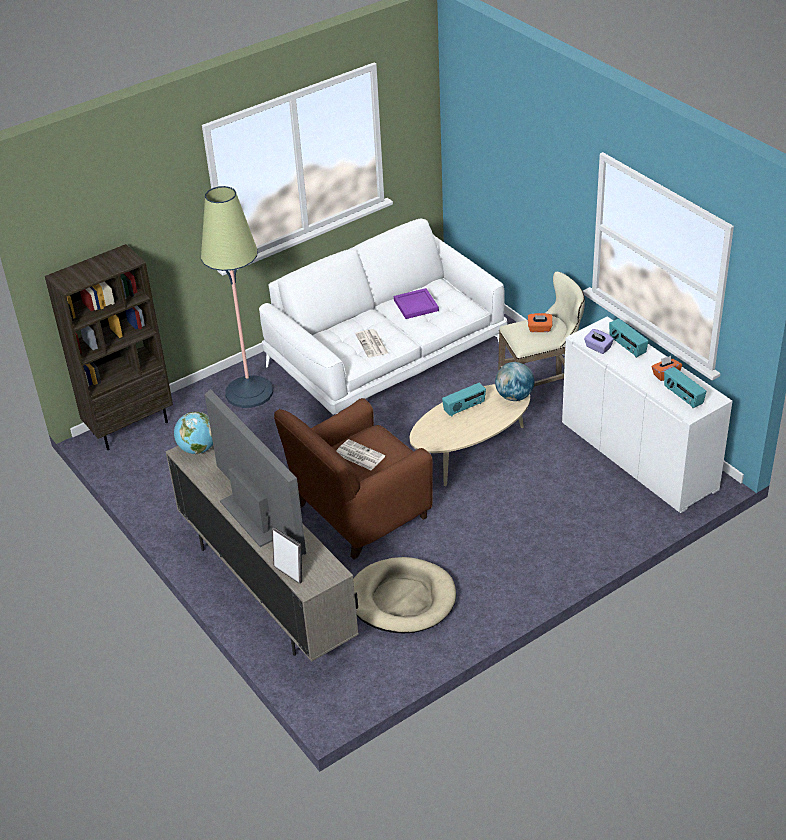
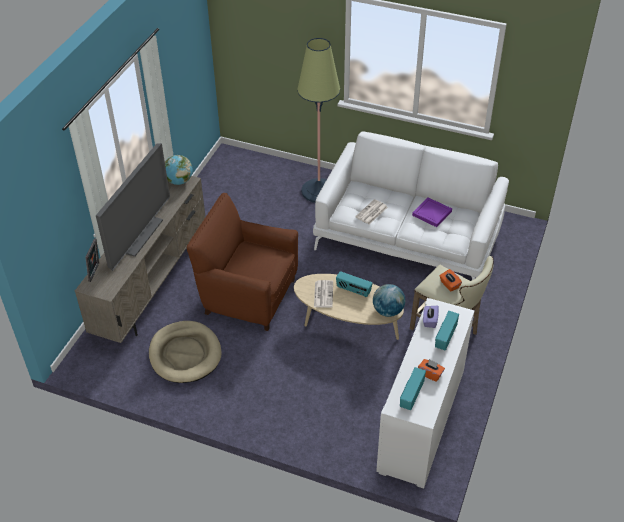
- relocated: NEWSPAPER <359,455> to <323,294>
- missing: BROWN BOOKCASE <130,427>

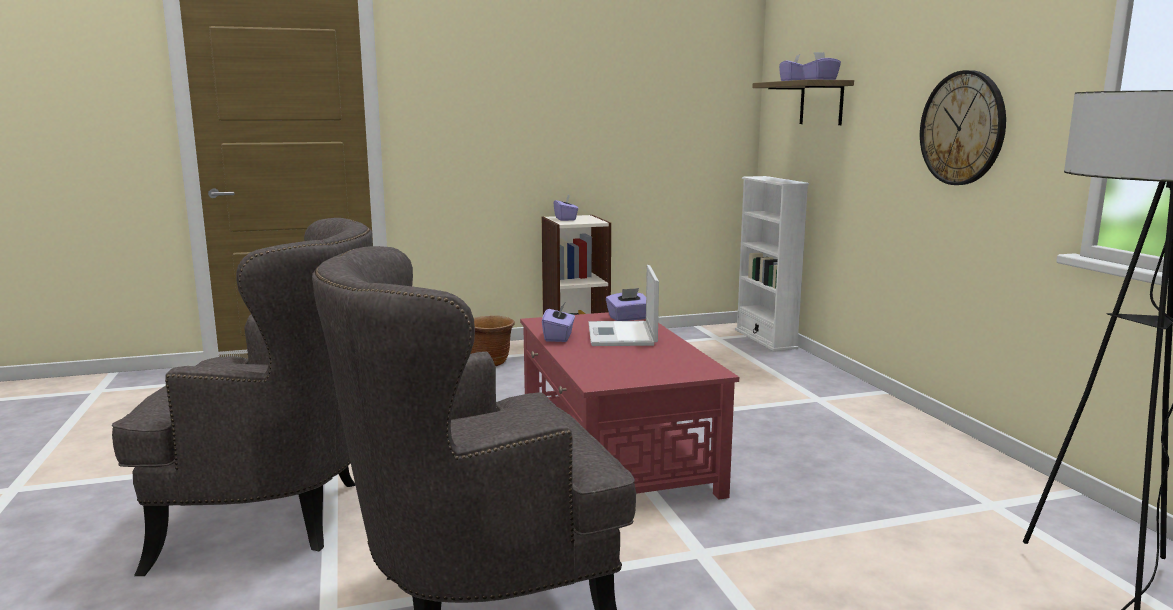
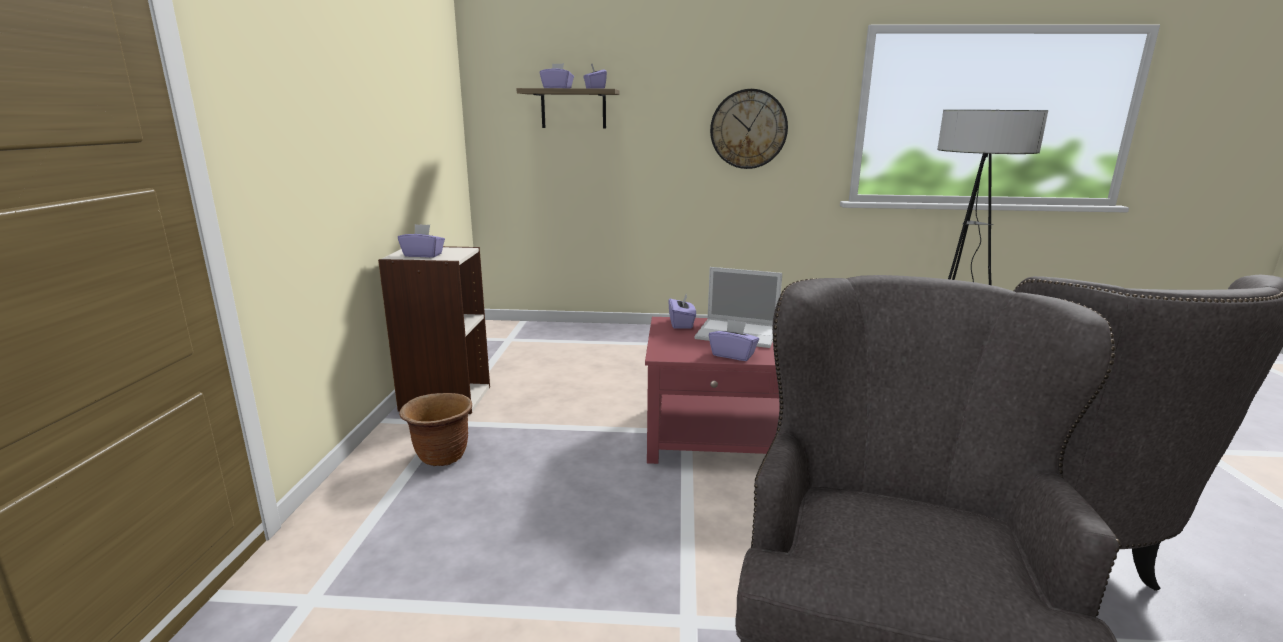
- missing: WHITE BOOKCASE <765,339>

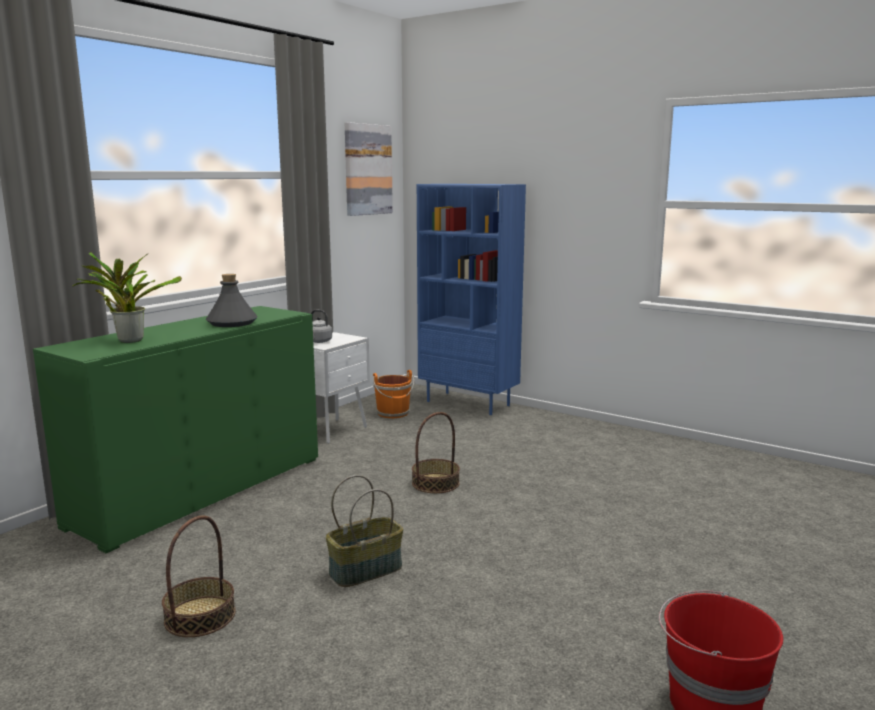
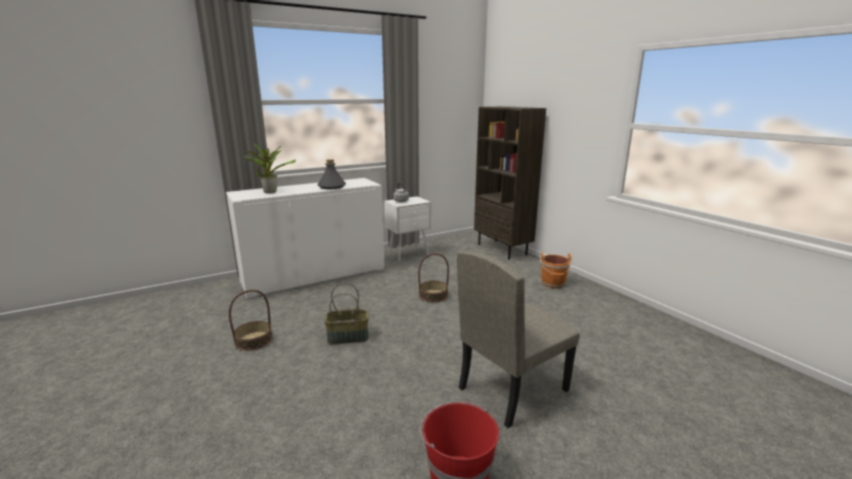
- colour: GREEN CABINET <201,491> to WHITE CABINET <314,276>
- appeared: BEIGE CHAIR <512,388>
- colour: BLUE BOOKCASE <469,403> to BROWN BOOKCASE <502,249>
- relocated: ORANGE BUCKET <393,413> to <553,284>
- missing: PICTURE <367,170>

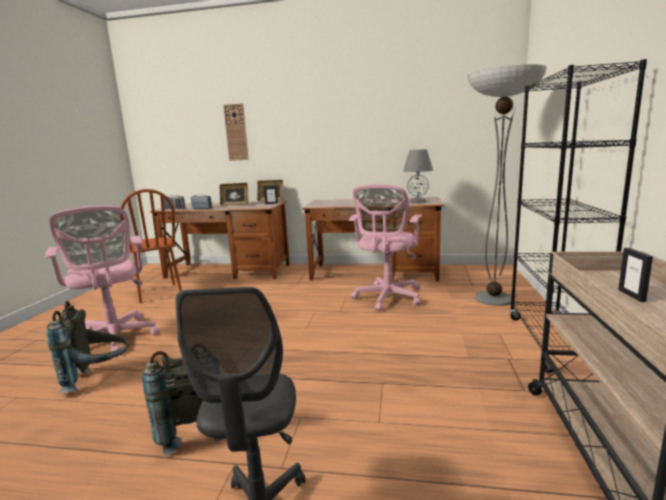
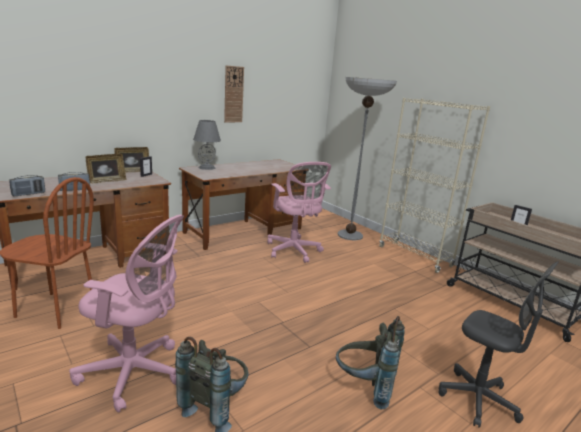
- relocated: GREY TABLE LAMP <417,201> to <206,167>
- relocated: WALL CLOCK <236,132> to <233,94>
- colour: BLACK BOOKCASE <551,343> to BEIGE BOOKCASE <415,256>

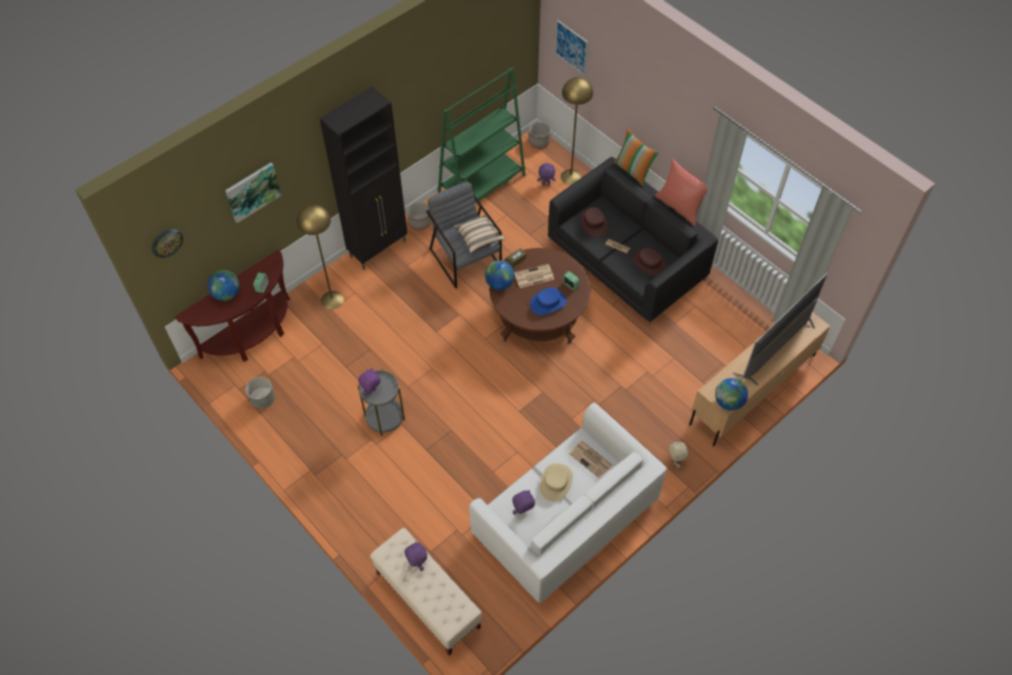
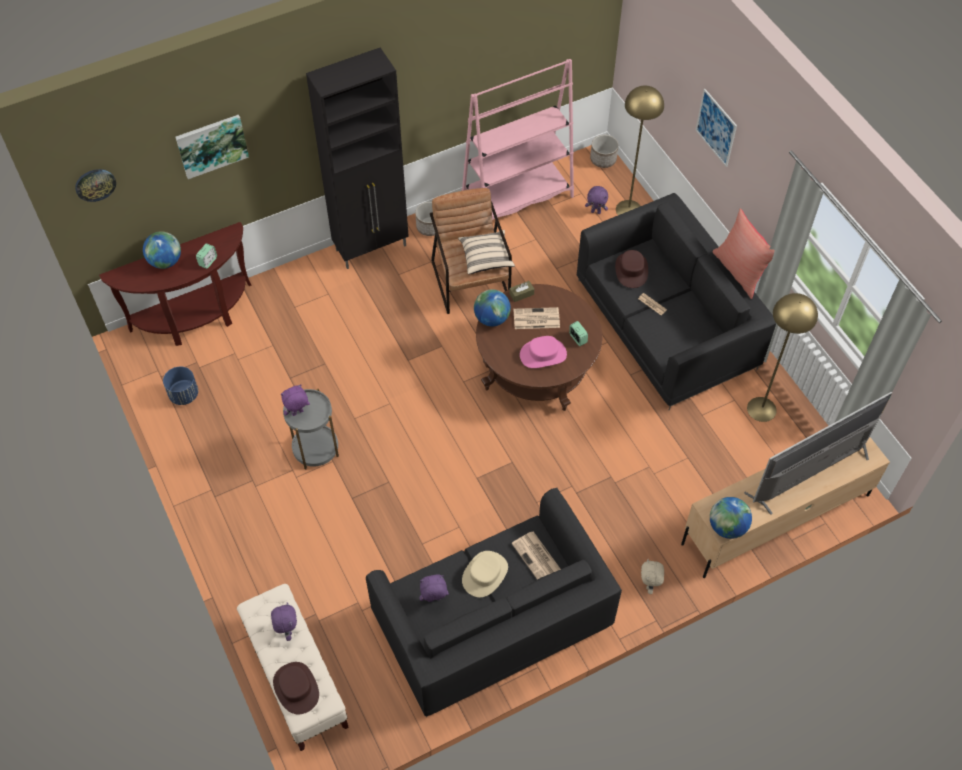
- colour: GREY PLANTER <263,399> to BLUE PLANTER <184,394>
- relocated: BROWN HAT <649,263> to <296,688>
- colour: WHITE SOFA <565,518> to BLACK SOFA <492,621>
- colour: GREY ARMCHAIR <465,258> to BROWN ARMCHAIR <470,280>
- colour: GREEN BOOKCASE <482,185> to PINK BOOKCASE <517,198>
- colour: BLUE HAT <548,303> to PINK HAT <543,354>
- relocated: PICTURE <571,47> to <716,127>
- relocated: YELLOW FLOOR LAMP <332,300> to <762,409>
- missing: PILLOW <633,171>

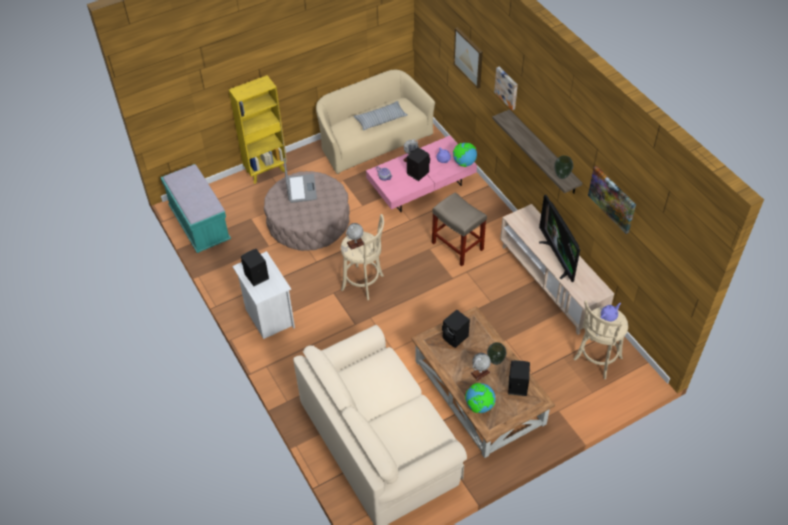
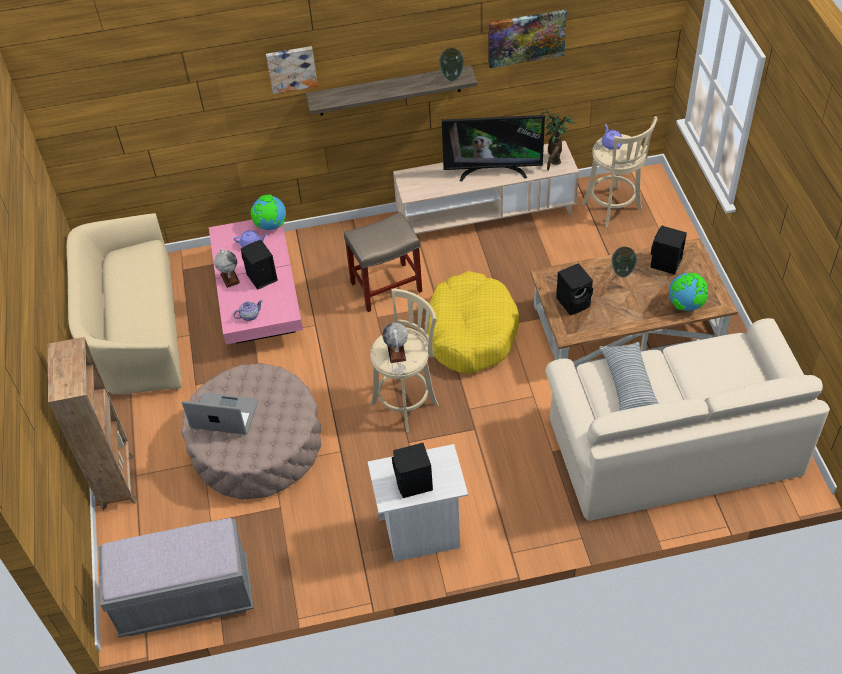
- colour: YELLOW BOOKCASE <266,171> to BROWN BOOKCASE <118,480>
- colour: TURQUOISE BENCH <200,225> to GREY BENCH <185,599>
- appeared: YELLOW DOG BED <471,332>
- appeared: POTTED PLANT <554,160>
- relocated: PILLOW <380,120> to <628,383>
- missing: PICTURE <469,57>
- missing: GLOBE <480,373>

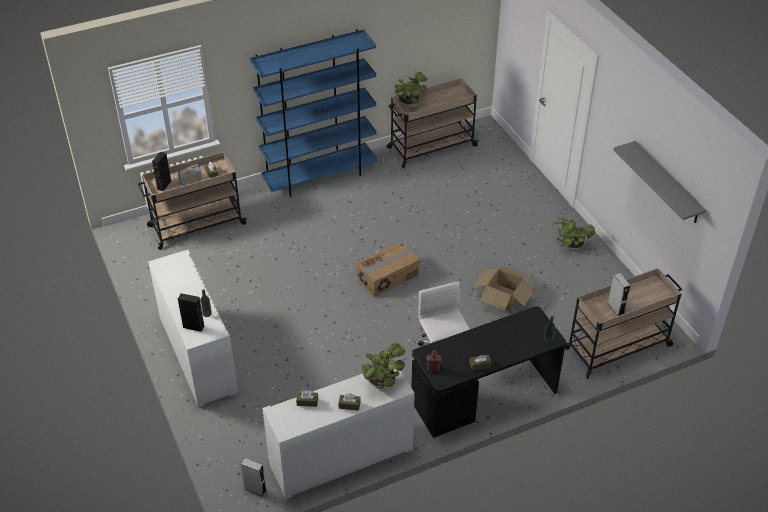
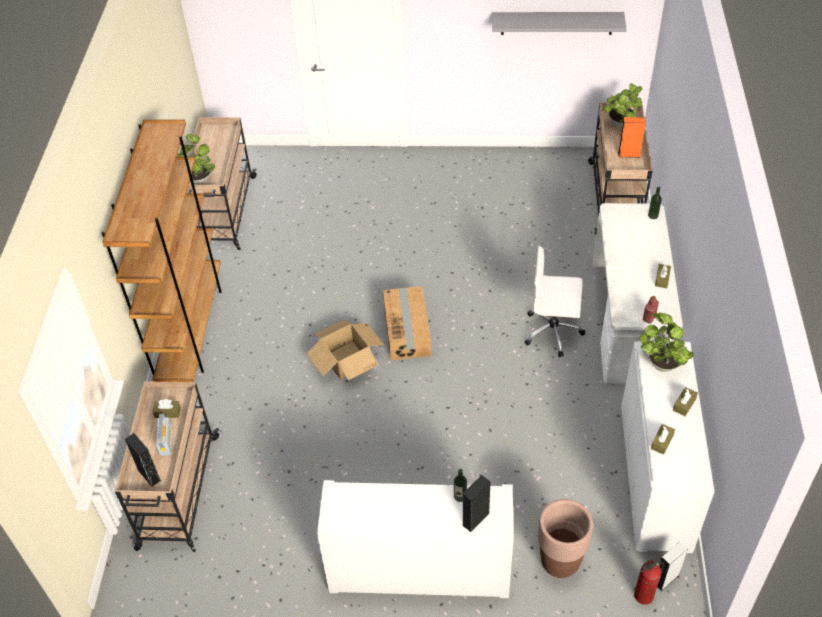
- colour: BLUE BOOKCASE <320,176> to BROWN BOOKCASE <191,330>
- relocated: CARDBOARD BOX <503,297> to <347,360>
- appeared: BROWN PLANTER <559,562>
- colour: BLACK DESK <484,397> to WHITE DESK <628,321>
- relocated: POTTED PLANT <570,247> to <619,124>
- colour: GREY SPEAKER <615,308> to ORANGE SPEAKER <629,154>
- appeared: FIRE EXTINGUISHER <643,596>

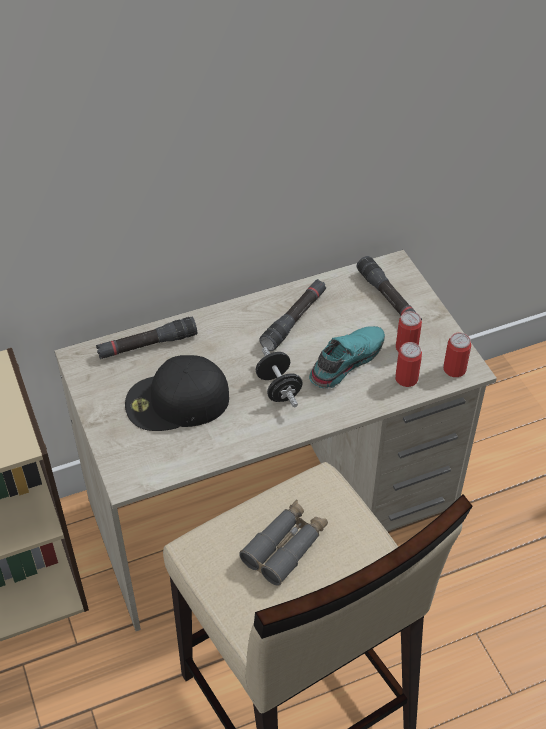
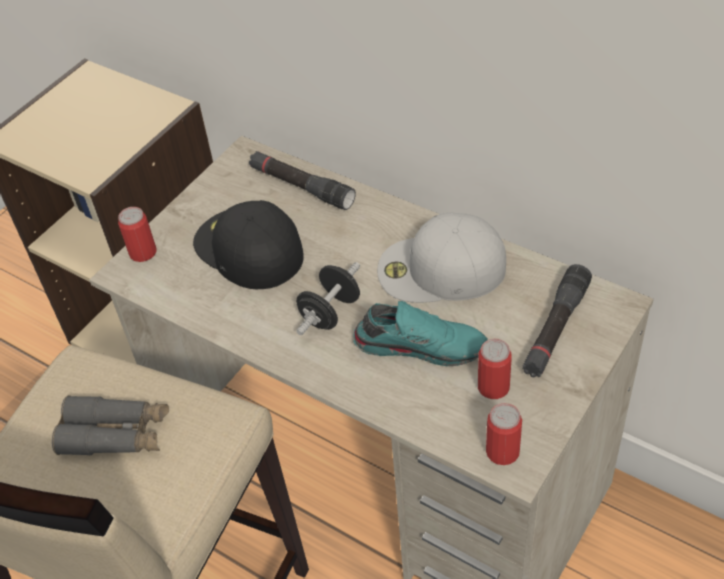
- relocated: CAN <406,379> to <143,252>
- exchanged: BLACK FLASHLIGHT <294,320> to WHITE CAP <440,269>

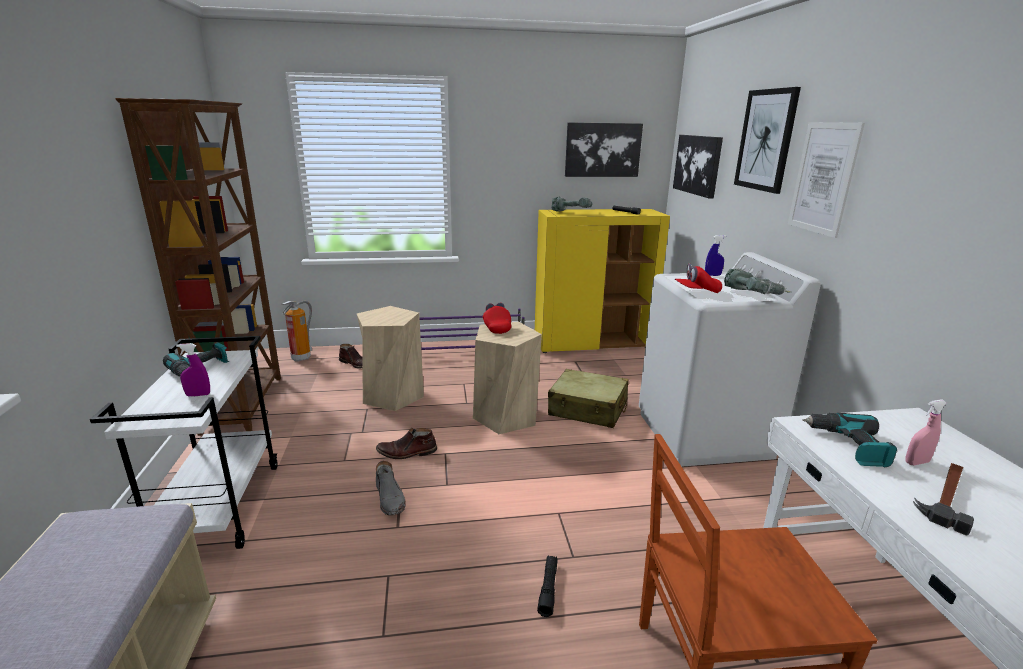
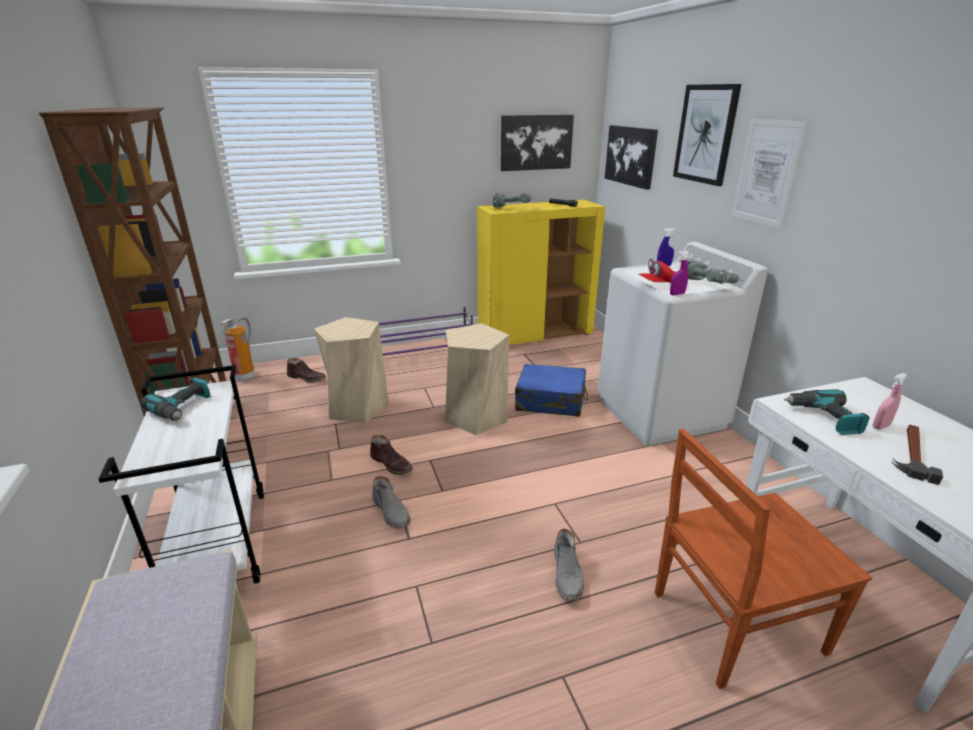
- spun: BROWN BOOT <407,452> = <392,464> 120 degrees counterclockwise
- colour: BEIGE SUITCASE <588,409> to BLUE SUITCASE <551,401>
- exchanged: BLACK FLASHLIGHT <548,589> to GREY BOOT <567,574>
- relocated: PURPLE SPRAY BOTTLE <198,395> to <677,294>
- missing: RED CAP <496,327>

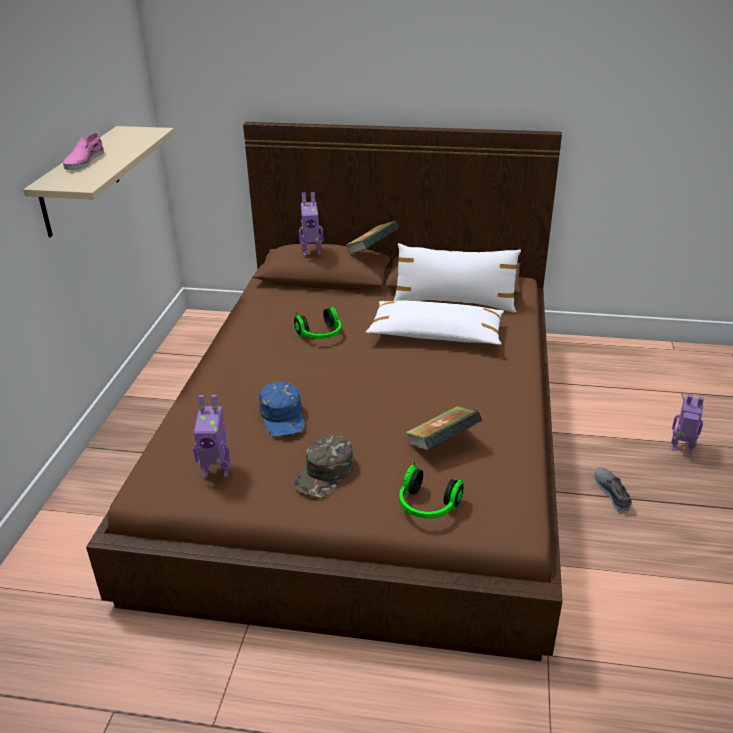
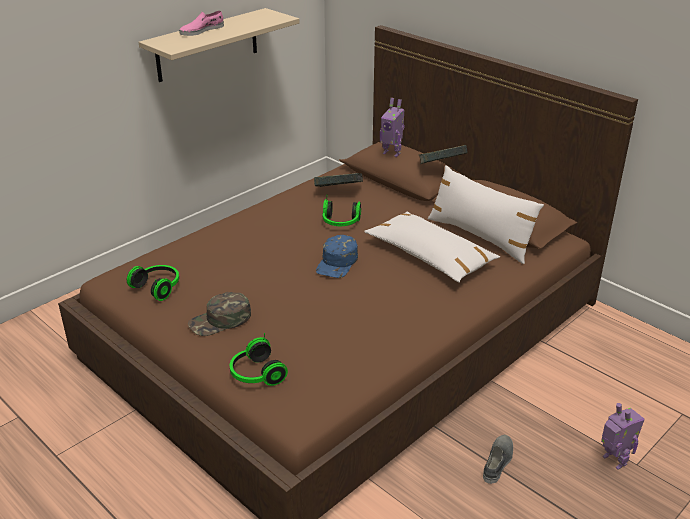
- exchanged: TOY ROBOT <217,471> to HEADPHONES <158,287>
- relocated: BOOK <442,444> to <338,192>
- relocated: BLUE CAP <283,416> to <337,263>

